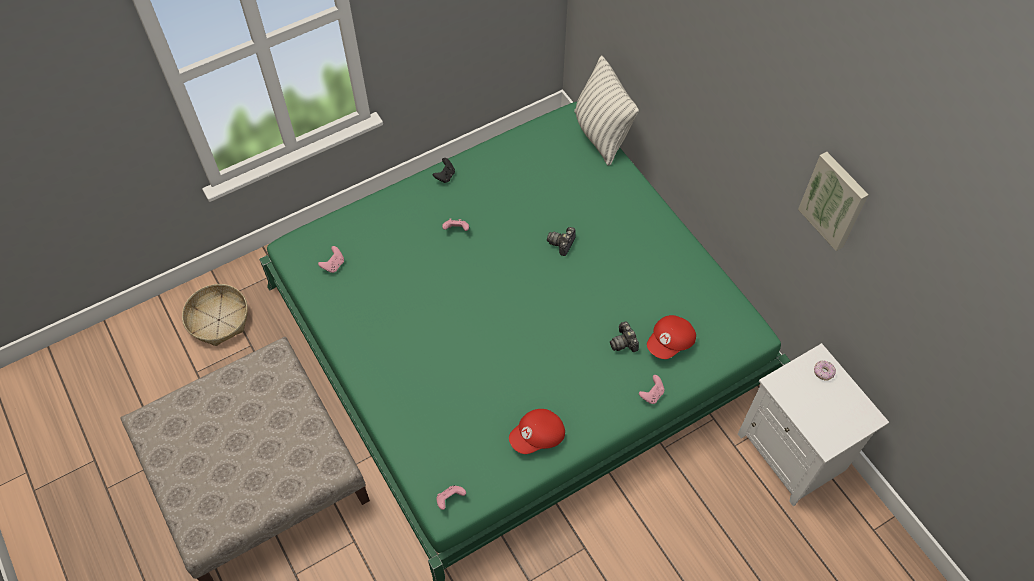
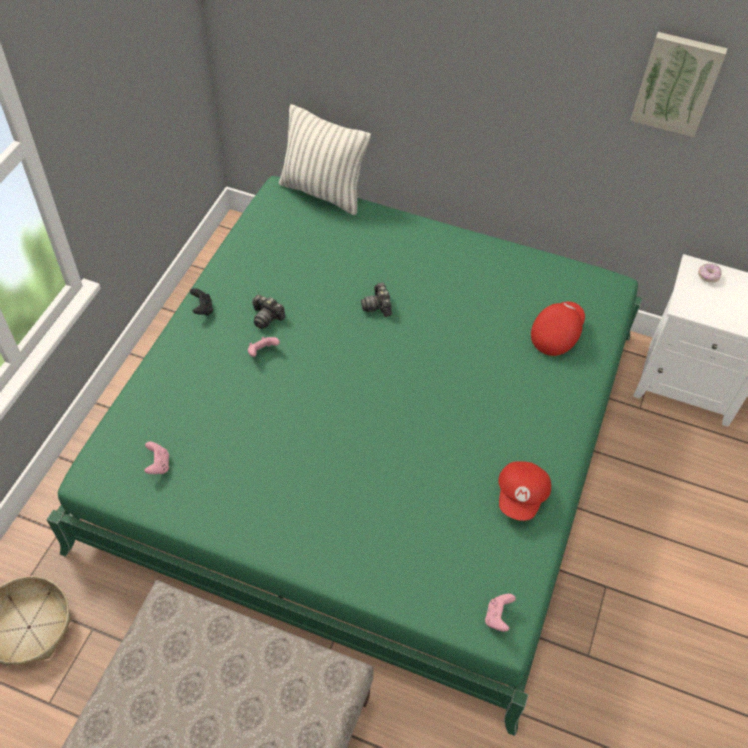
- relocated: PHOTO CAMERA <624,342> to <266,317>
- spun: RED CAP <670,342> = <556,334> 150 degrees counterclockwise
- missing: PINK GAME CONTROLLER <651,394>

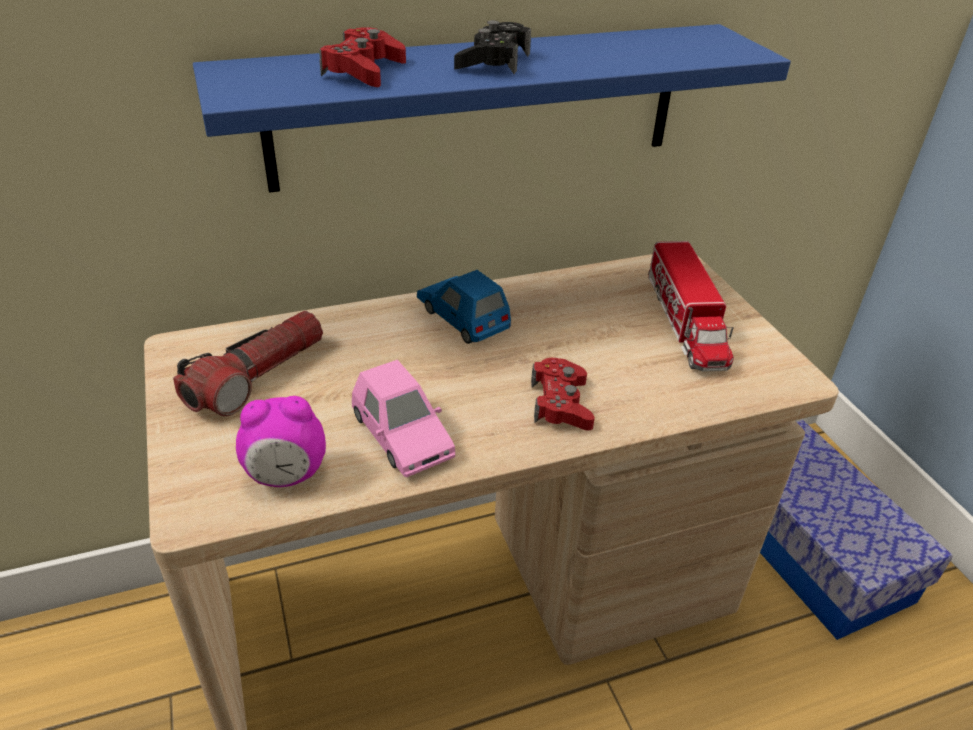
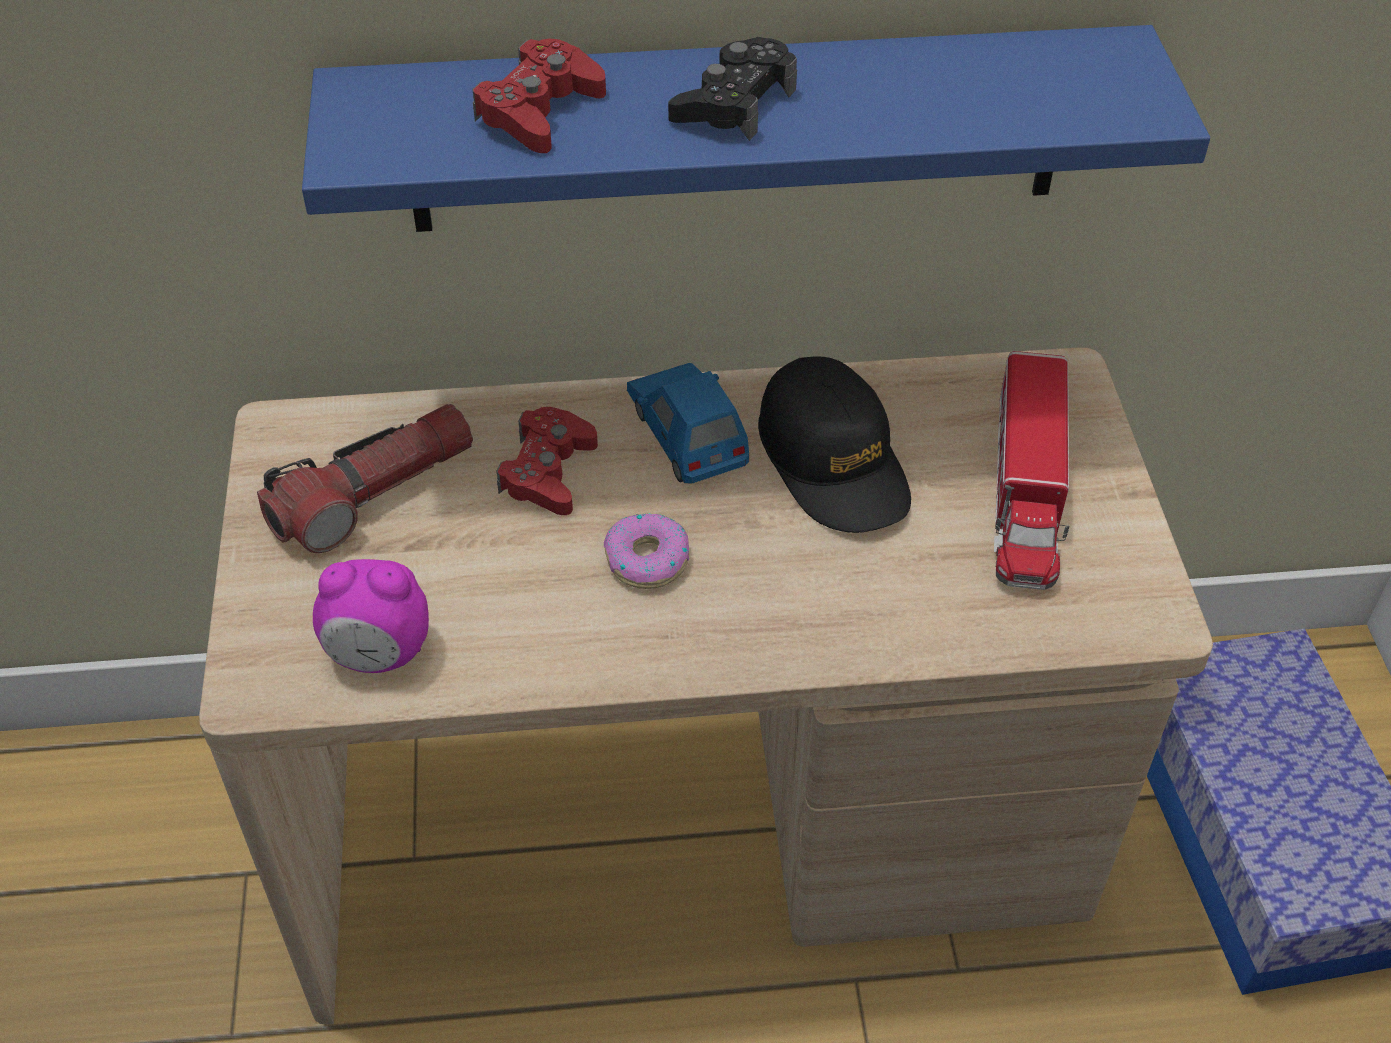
- relocated: RED GAME CONTROLLER <561,403> to <548,472>
- appeared: DONUT <646,559>
- appeared: BLACK CAP <834,462>
- missing: PINK TOY CAR <402,436>

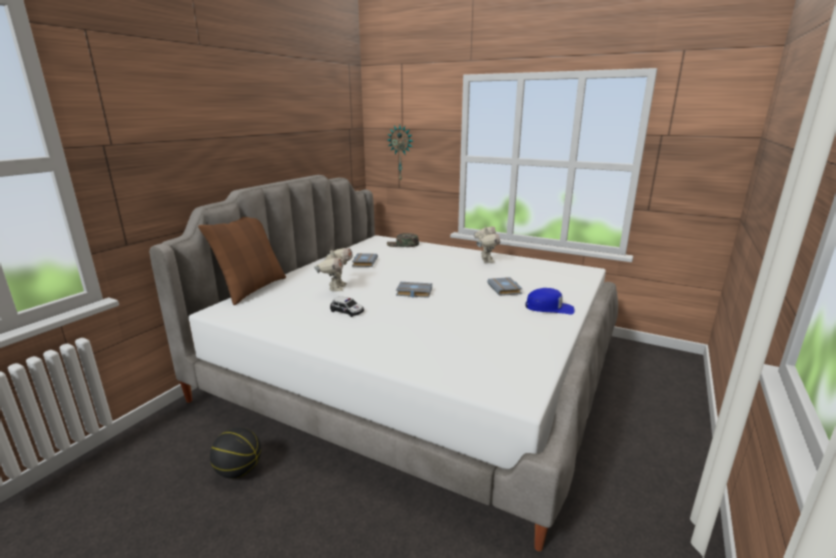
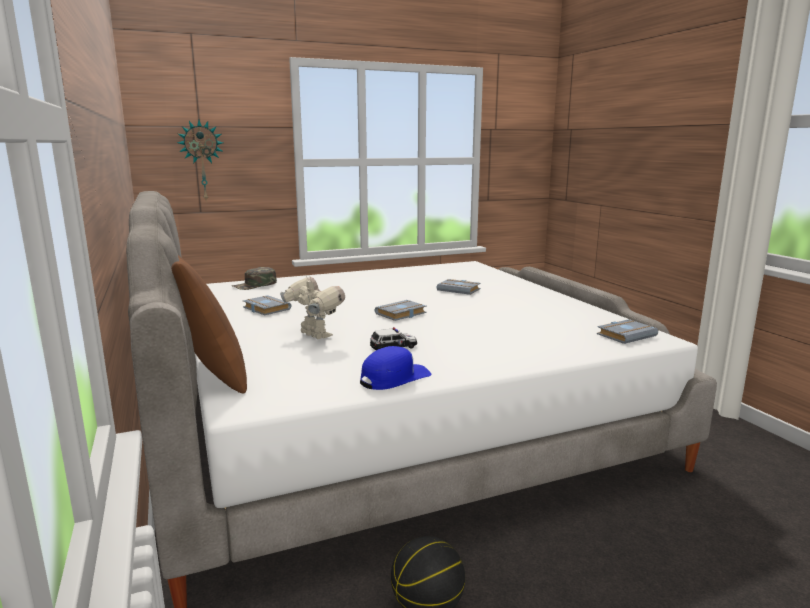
- relocated: BLUE CAP <549,308> to <394,378>
- appeared: GREY BOOK <625,335>
- missing: TOY ROBOT <486,260>

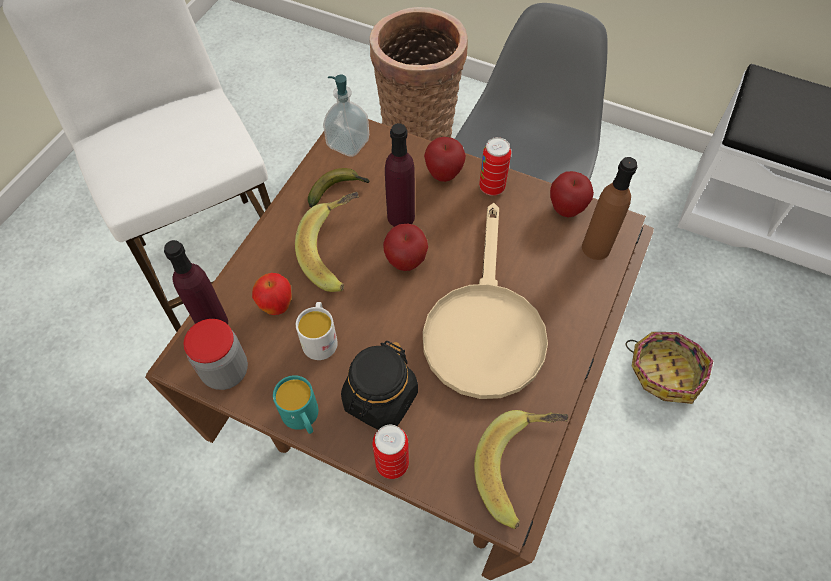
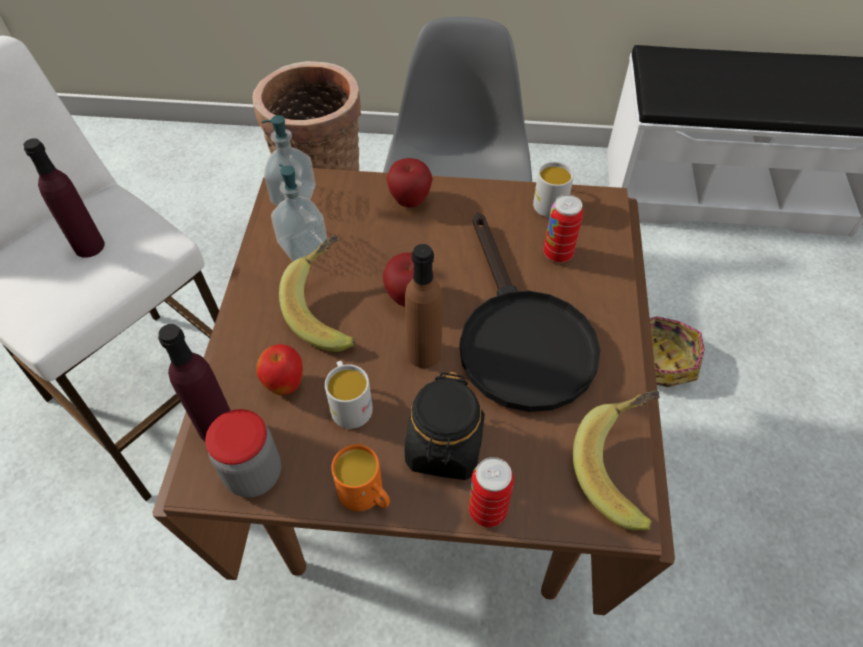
- relocated: PURPLE BOTTLE <401,217> to <89,246>
- exchanged: BANANA <338,190> to SOAP DISPENSER <303,246>
- colour: TURQUOISE MUG <303,418> to ORANGE MUG <366,496>
- relocated: BROWN BOTTLE <596,248> to <424,353>
- colour: BEIGE FRYING PAN <483,327> to BLACK FRYING PAN <519,338>
- exchanged: APPLE <566,209> to WHITE MUG <549,201>
- relocated: CAN <492,187> to <558,254>

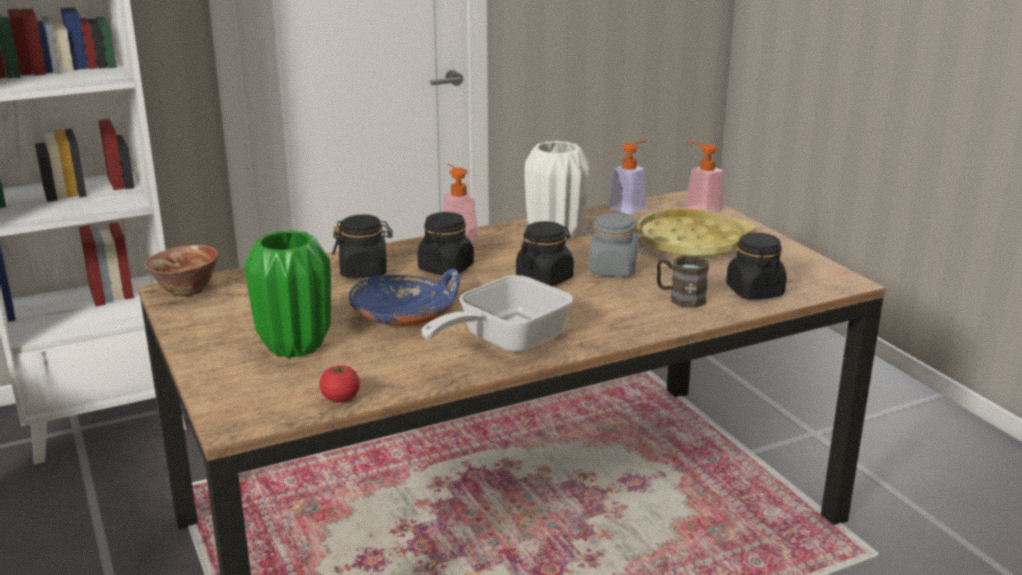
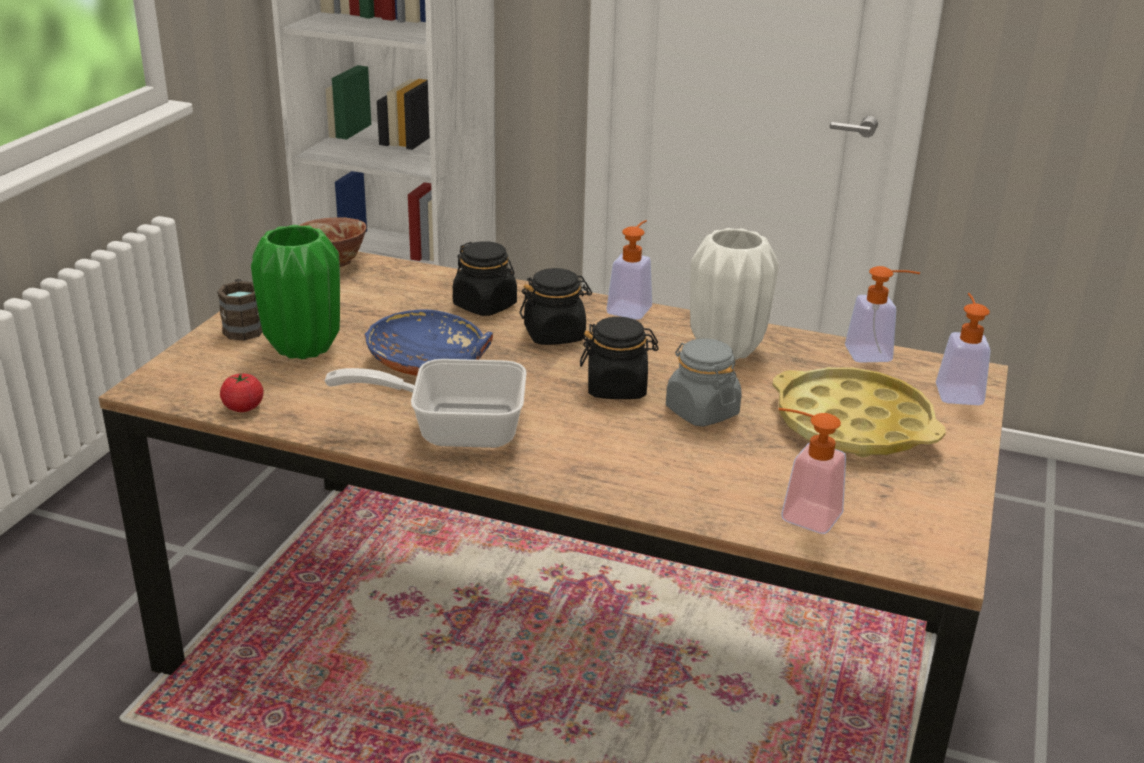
- relocated: BROWN MUG <680,298> to <243,327>
- exchanged: BLACK JAR <754,291> to SOAP DISPENSER <801,513>

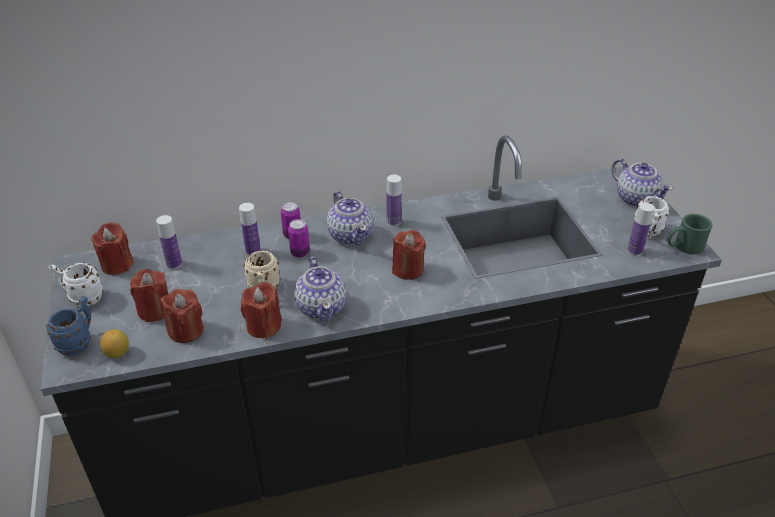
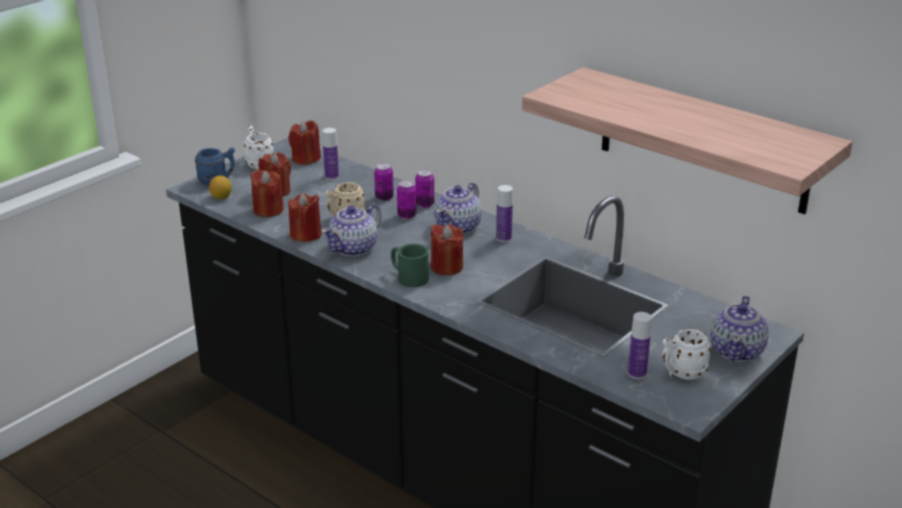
- exchanged: BOTTLE <253,251> to CAN <384,197>
- relocated: GREEN MUG <683,246> to <408,277>
- appeared: SHELF <703,140>

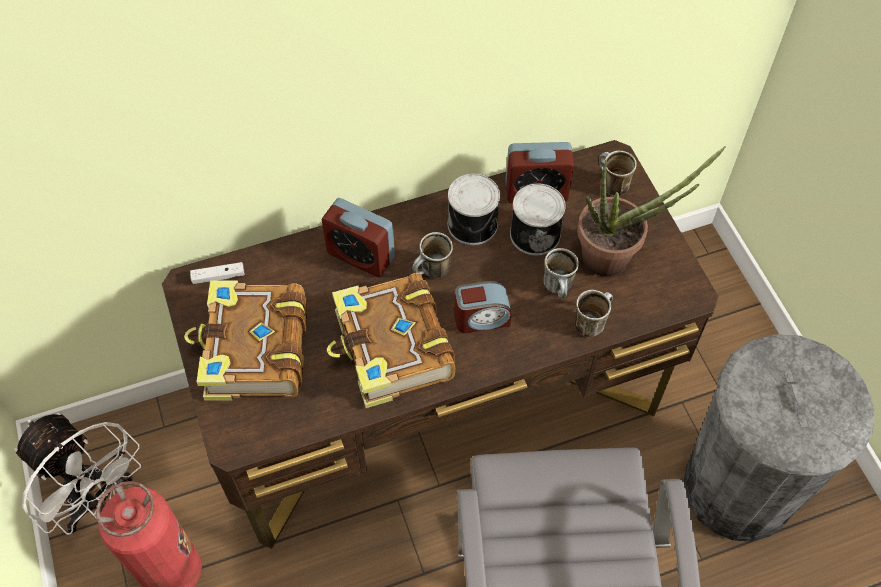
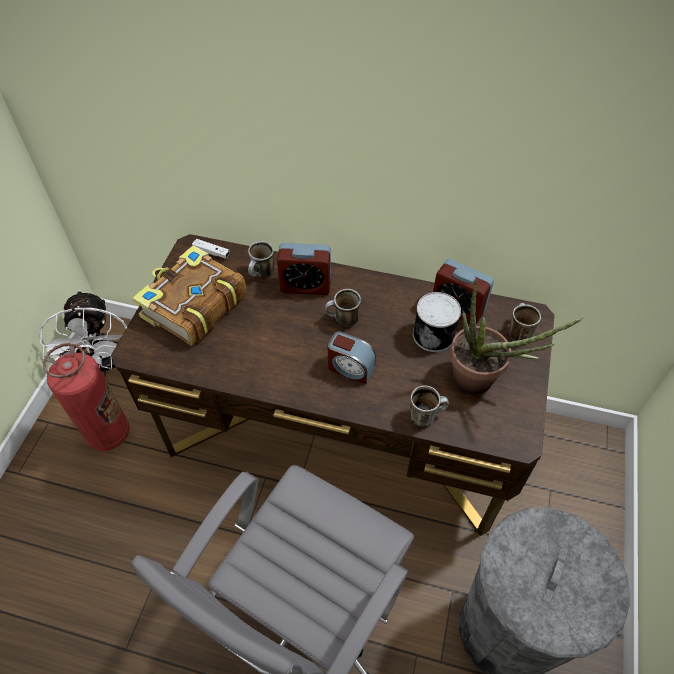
- relocated: MUG <559,288> to <262,274>
- spun: ALARM CLOCK <361,256> = <305,286> 60 degrees counterclockwise
- missing: BOOK <392,350>
- missing: CAN <474,224>

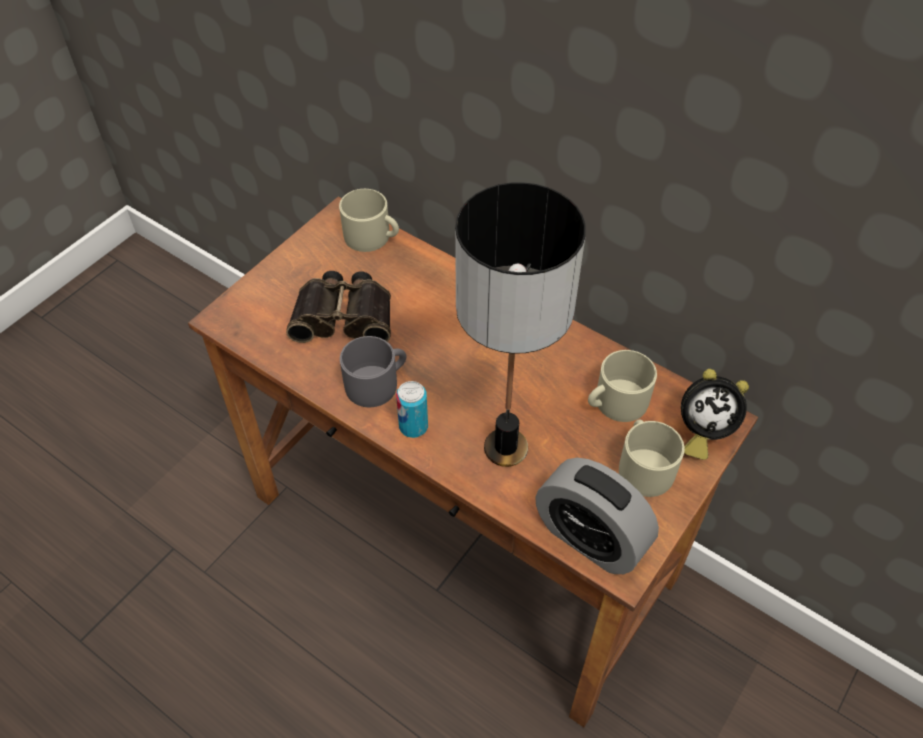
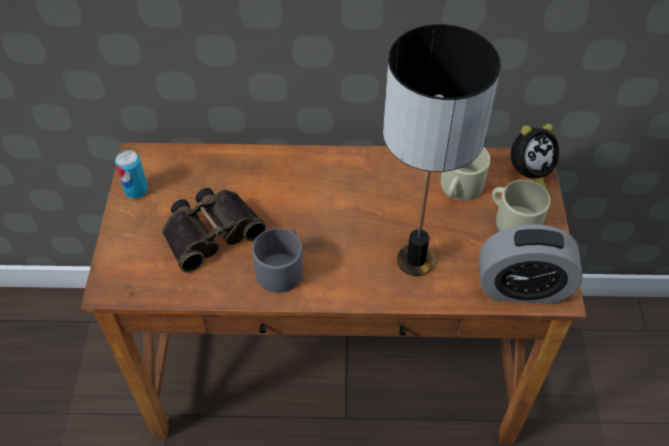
- relocated: CAN <413,426> to <136,190>
- missing: BEIGE MUG <372,237>

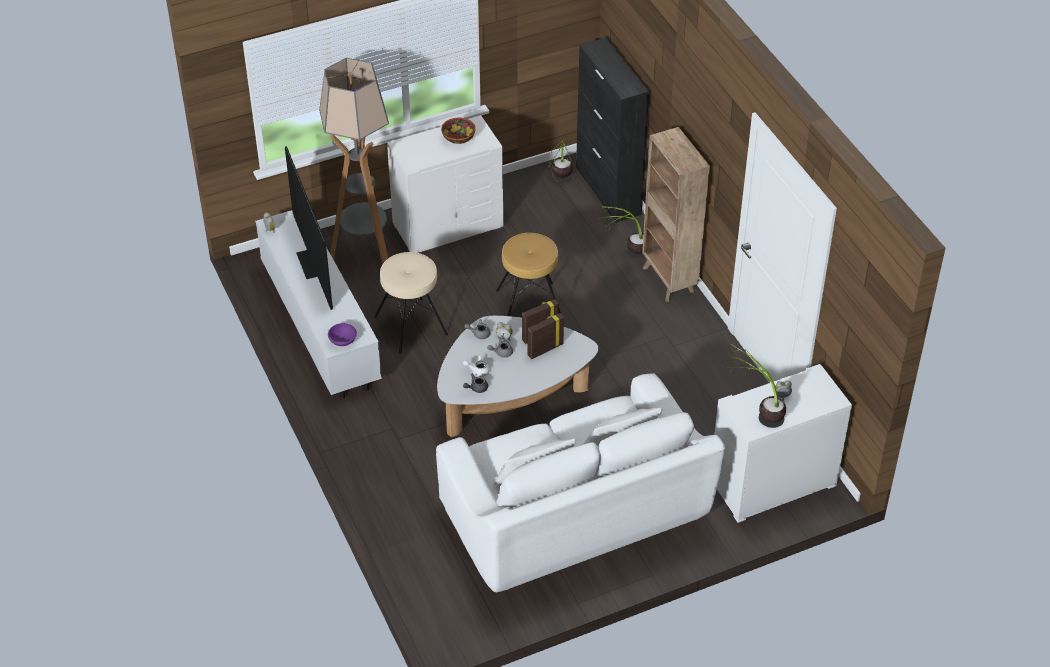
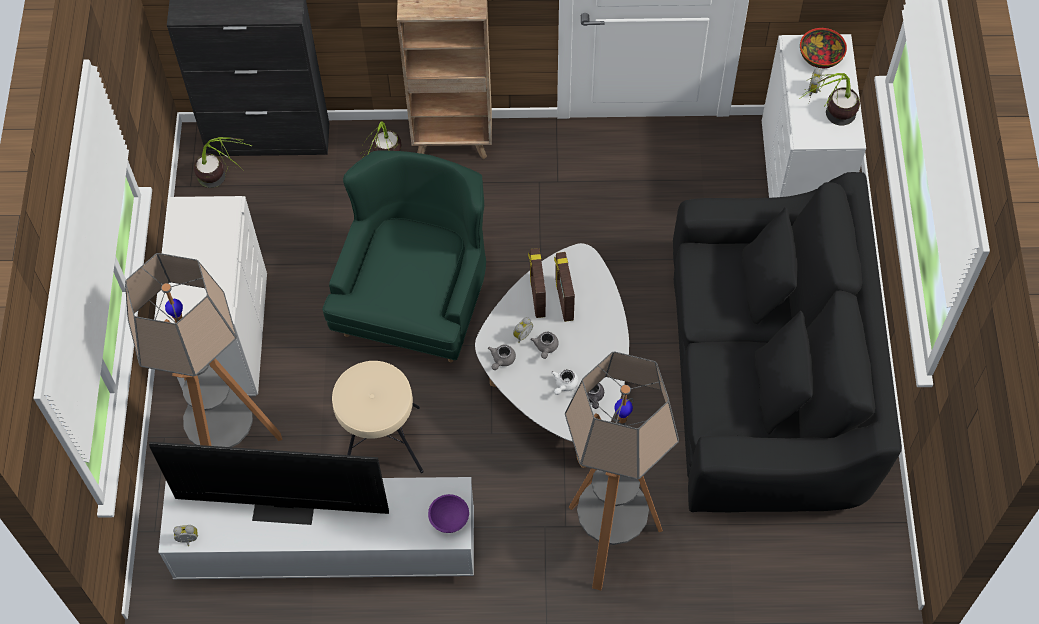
- exchanged: BROWN STOOL <529,305> to GREEN ARMCHAIR <416,298>
- appeared: FLOOR LAMP <609,539>
- colour: WHITE SOFA <575,515> to BLACK SOFA <766,380>
- relocated: BOWL <458,138> to <820,57>

